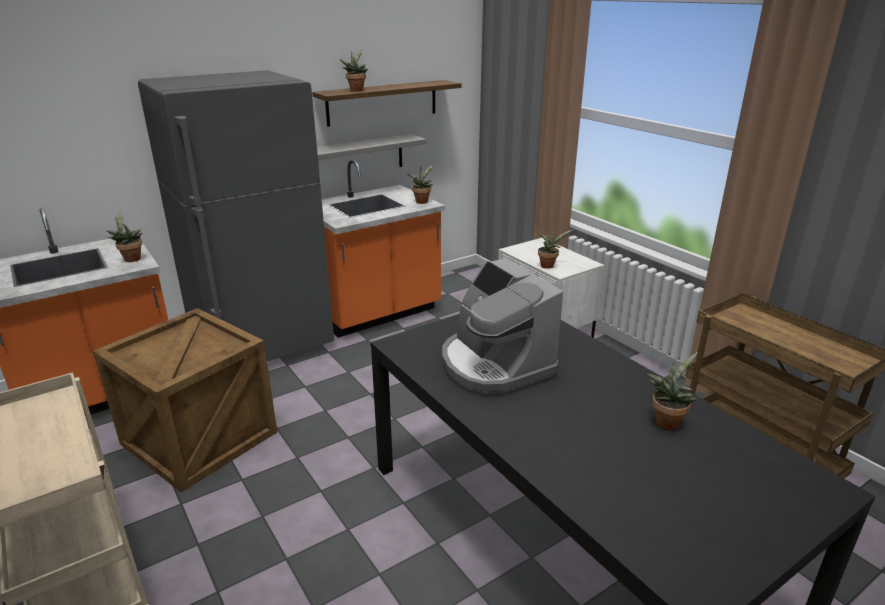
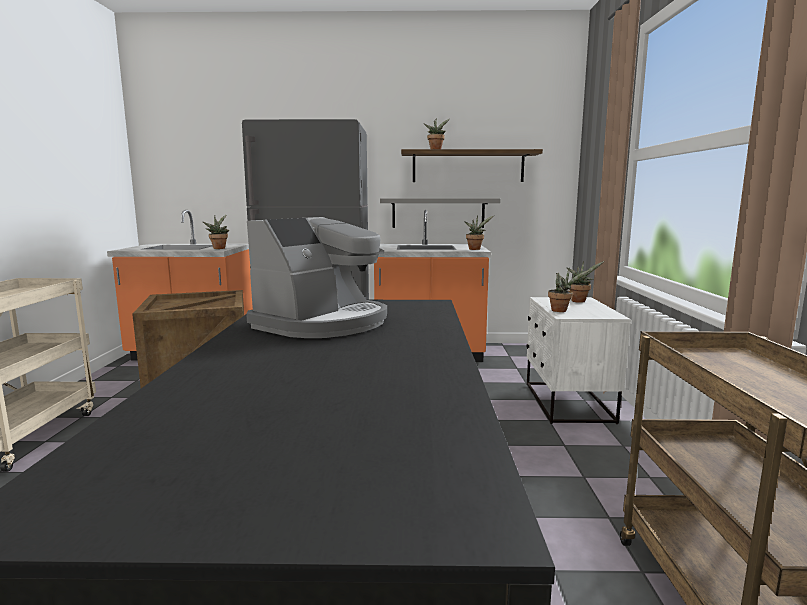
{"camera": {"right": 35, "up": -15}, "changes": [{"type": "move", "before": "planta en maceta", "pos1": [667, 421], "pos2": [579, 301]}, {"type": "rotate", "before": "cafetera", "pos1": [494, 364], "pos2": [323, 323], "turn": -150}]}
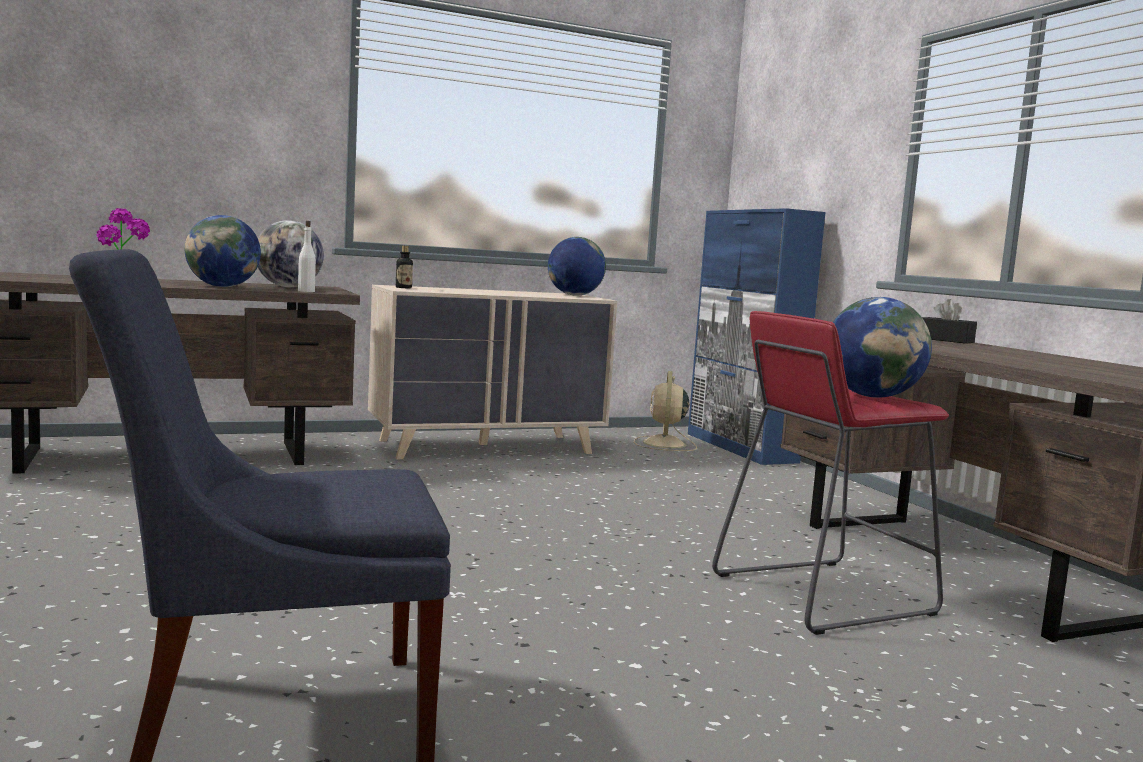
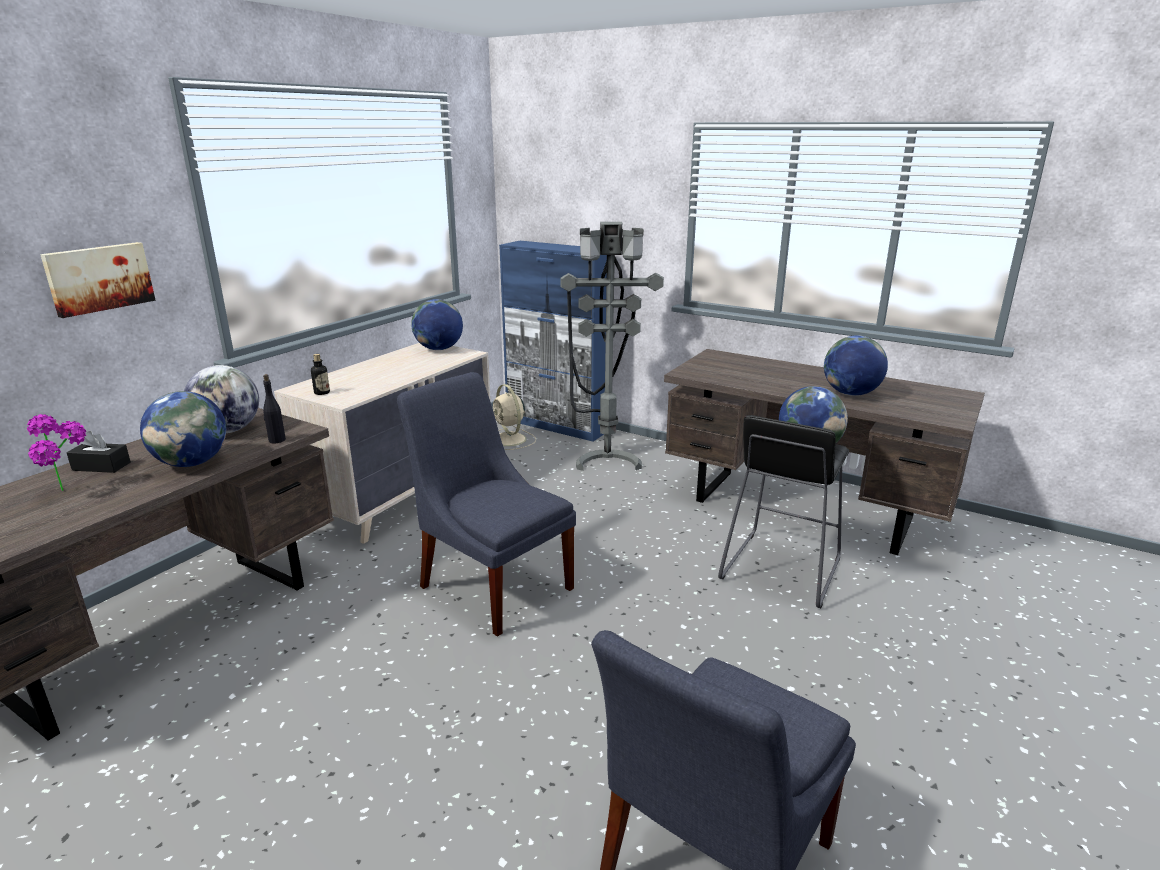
{"camera": {"right": -35, "up": 15}, "changes": [{"type": "insert", "after": "cuadro", "pos2": [99, 278]}, {"type": "insert", "after": "silla/azul", "pos2": [493, 583]}, {"type": "insert", "after": "lámpara de pie/gris", "pos2": [607, 457]}, {"type": "insert", "after": "globo terráqueo", "pos2": [850, 393]}, {"type": "move", "before": "caja de pañuelos/negro", "pos1": [945, 340], "pos2": [101, 466]}, {"type": "recolor", "before": "botella/blanco", "after": "botella/negro", "pos1": [306, 291], "pos2": [277, 440]}, {"type": "recolor", "before": "taburete/rojo", "after": "taburete/negro", "pos1": [822, 595], "pos2": [781, 569]}]}
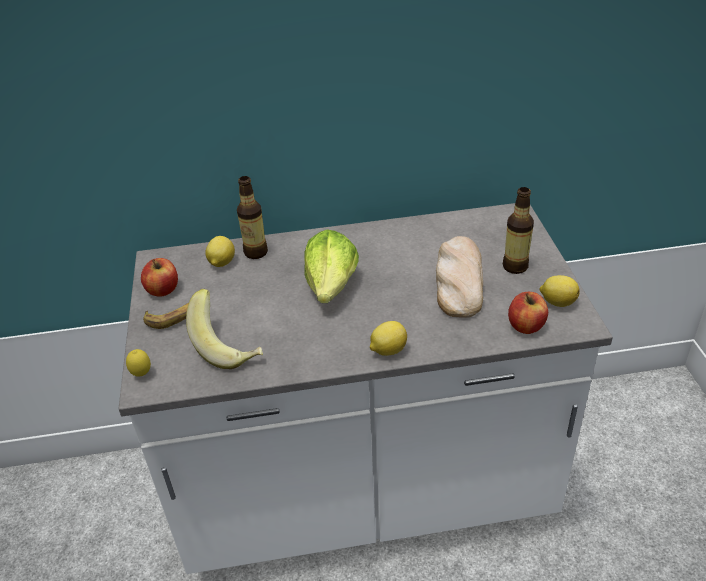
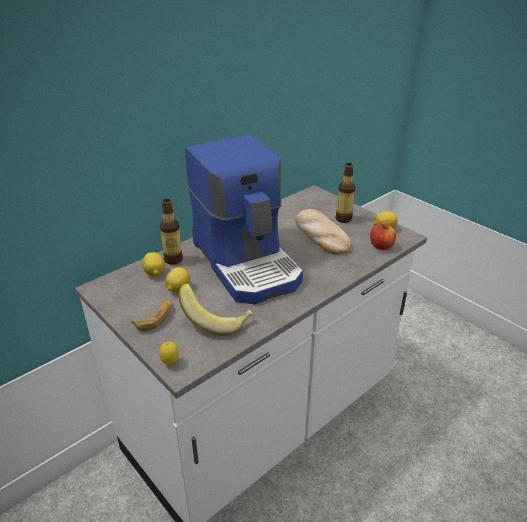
{"camera": {"right": -35, "up": -5}, "changes": [{"type": "delete", "before": "manzana", "pos1": [163, 290]}, {"type": "move", "before": "limón", "pos1": [388, 350], "pos2": [178, 289]}, {"type": "replace", "before": "lechuga", "after": "cafetera", "pos1": [331, 286], "pos2": [247, 262]}]}
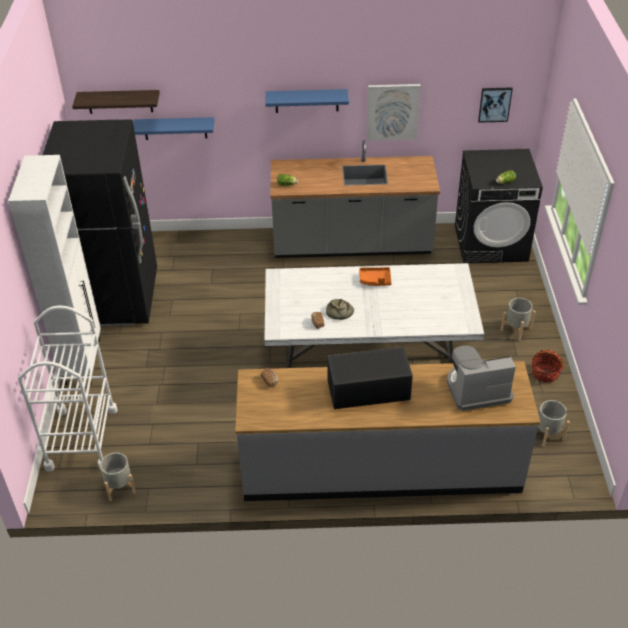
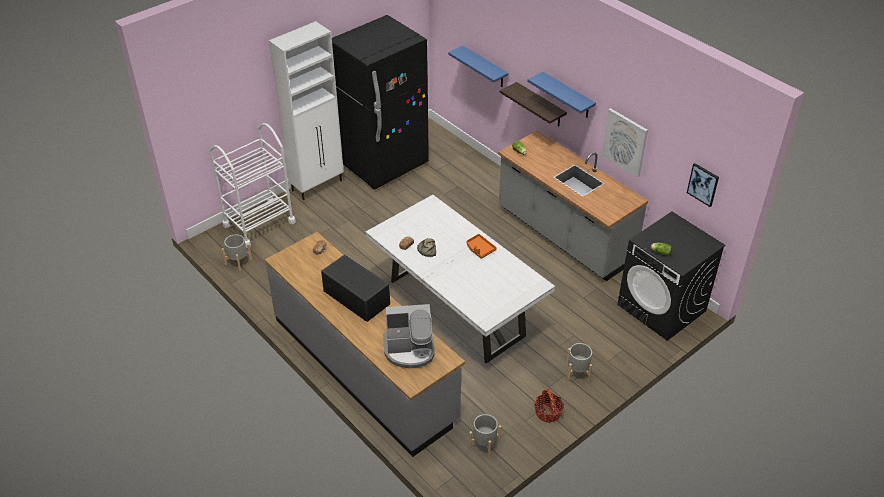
{"camera": {"right": 50, "up": 0}, "changes": [{"type": "move", "before": "estante", "pos1": [119, 101], "pos2": [540, 105]}, {"type": "rotate", "before": "cafetera", "pos1": [477, 389], "pos2": [409, 350], "turn": 135}]}
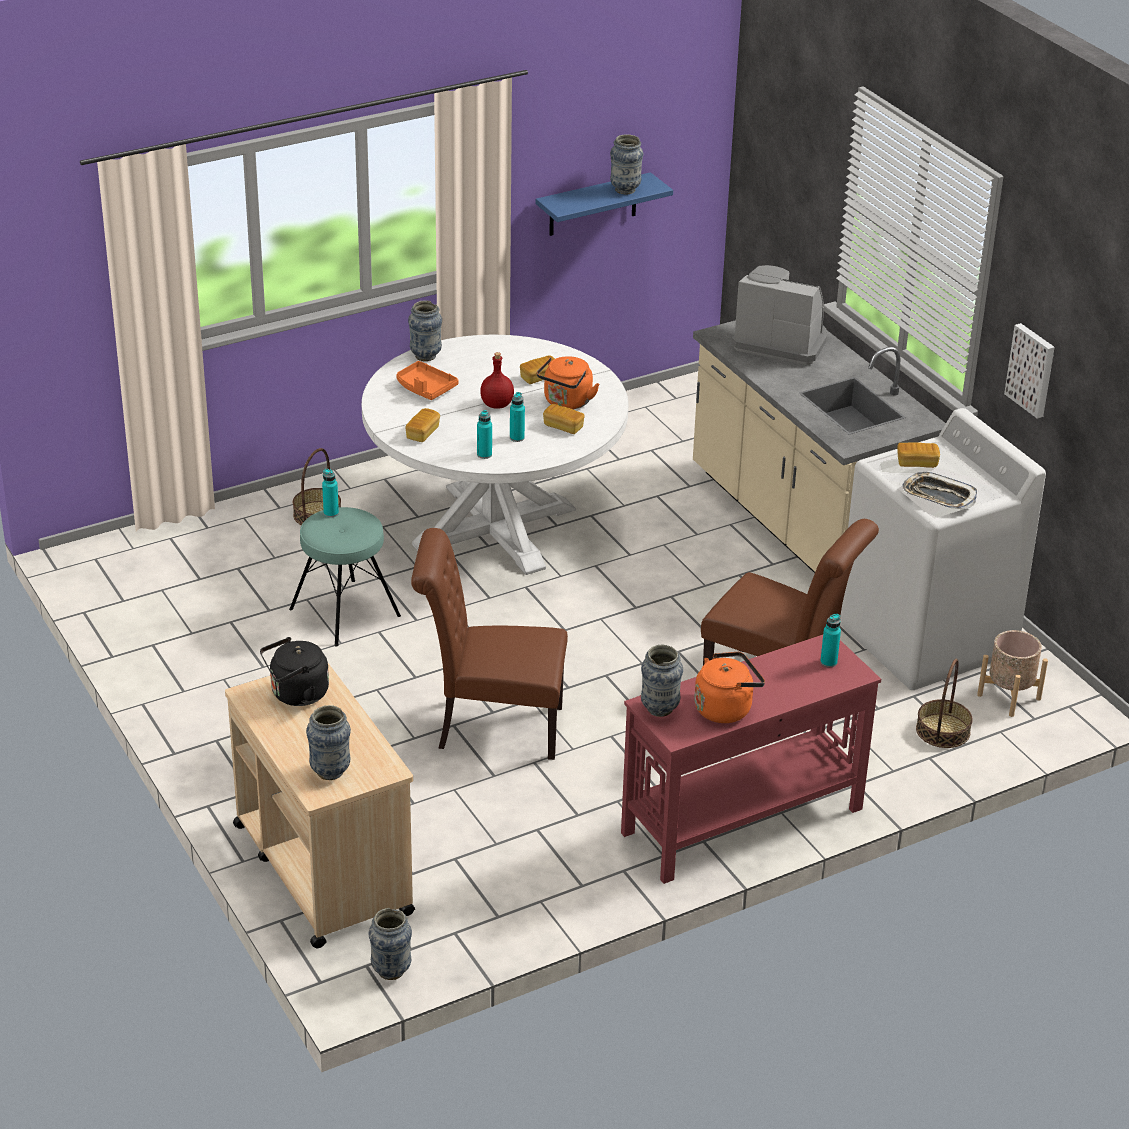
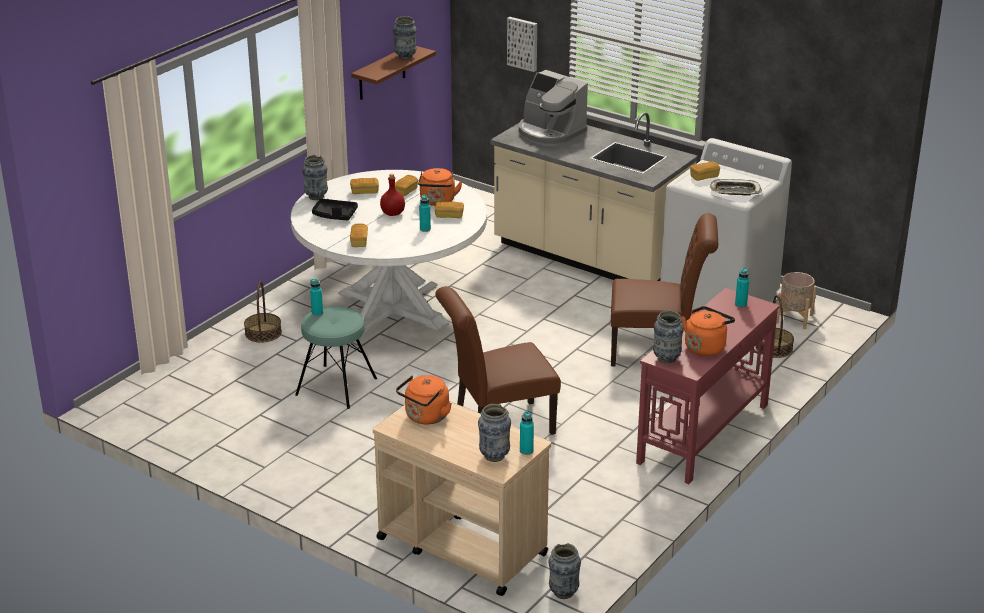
{"camera": {"right": -25, "up": -5}, "changes": [{"type": "insert", "after": "pan", "pos2": [364, 192]}, {"type": "move", "before": "botella/turquesa", "pos1": [484, 455], "pos2": [526, 451]}, {"type": "move", "before": "cuadro", "pos1": [1032, 369], "pos2": [523, 43]}, {"type": "recolor", "before": "hervidor/negro", "after": "hervidor/naranja", "pos1": [296, 694], "pos2": [425, 417]}, {"type": "recolor", "before": "bandeja/naranja", "after": "bandeja/negro", "pos1": [425, 388], "pos2": [334, 215]}, {"type": "recolor", "before": "estante/azul", "after": "estante/marrón", "pos1": [593, 205], "pos2": [382, 73]}, {"type": "rotate", "before": "cafetera", "pos1": [780, 341], "pos2": [550, 133], "turn": -135}]}
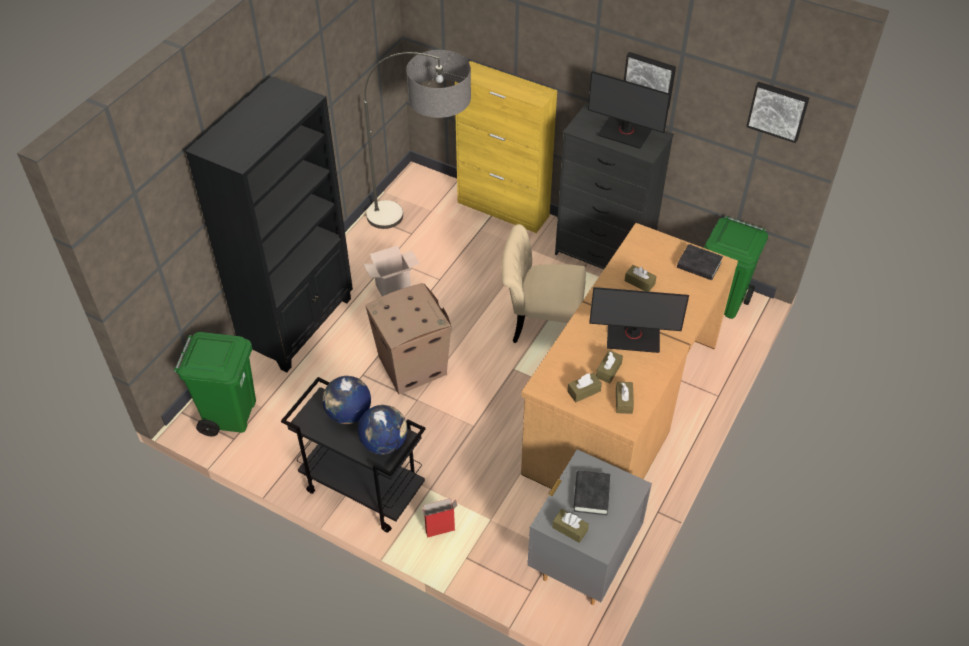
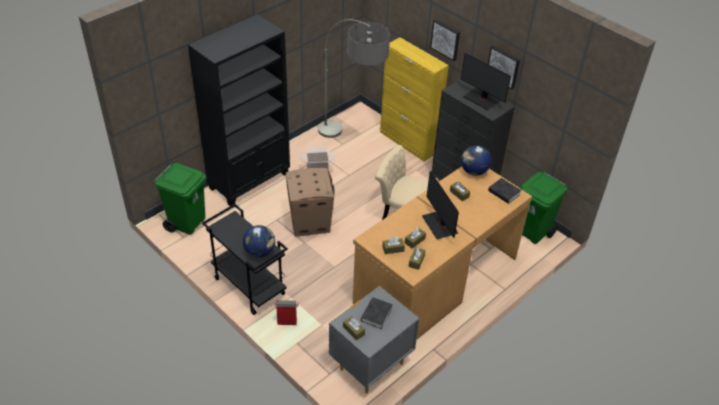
{"camera": {"right": 15, "up": -5}, "changes": [{"type": "move", "before": "globo terráqueo", "pos1": [348, 414], "pos2": [473, 171]}, {"type": "move", "before": "cuadro", "pos1": [778, 110], "pos2": [446, 39]}, {"type": "rotate", "before": "monitor", "pos1": [633, 337], "pos2": [440, 225], "turn": 45}]}
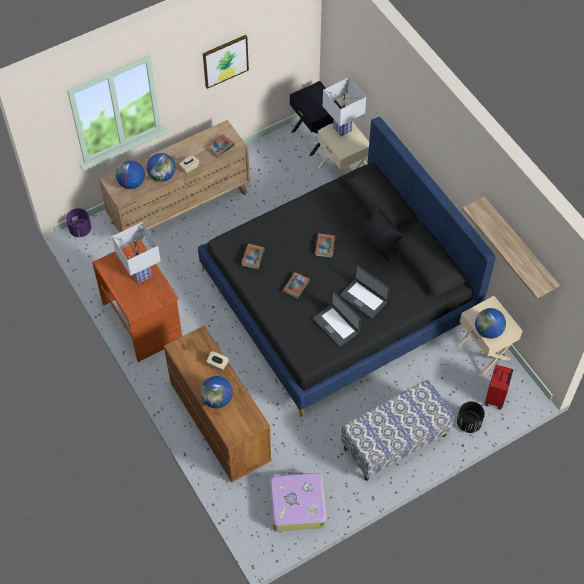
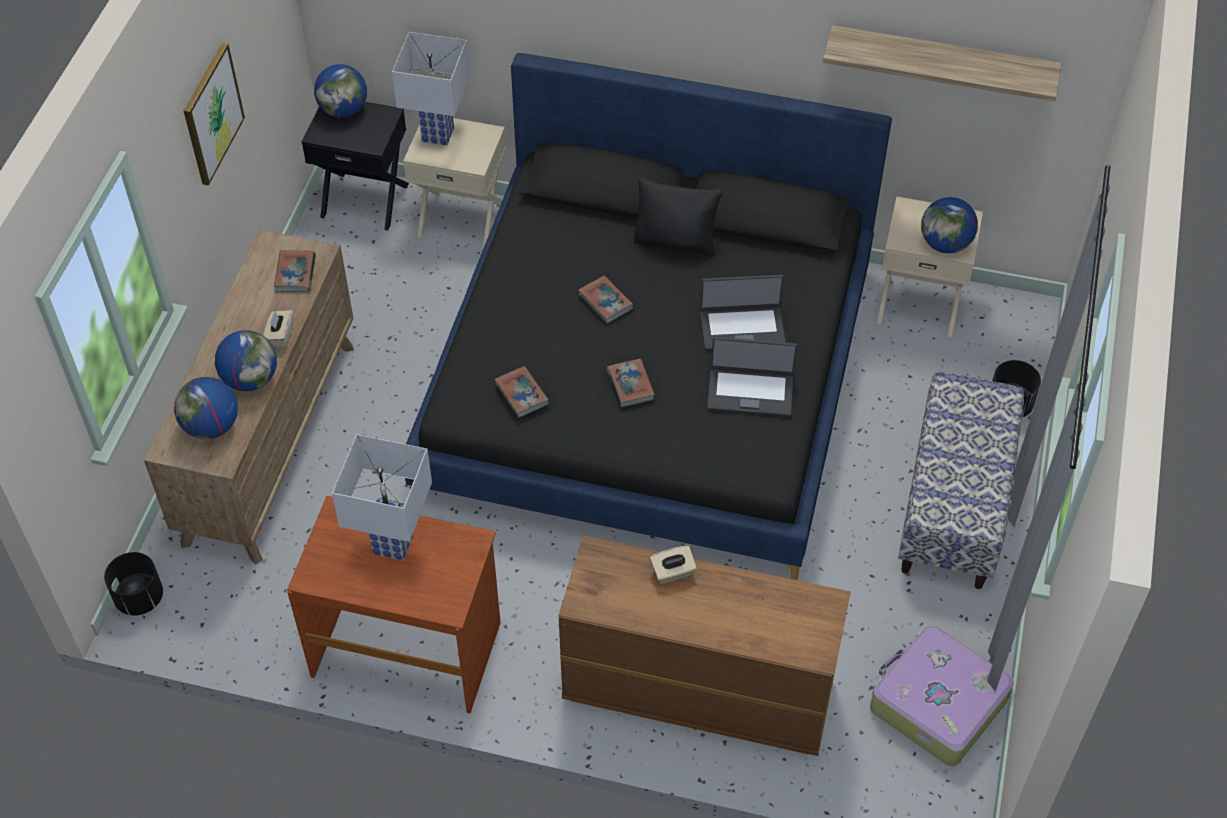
{"camera": {"right": -45, "up": -5}, "changes": [{"type": "delete", "before": "maleta/rojo", "pos1": [496, 397]}, {"type": "move", "before": "globo terráqueo", "pos1": [217, 399], "pos2": [344, 110]}, {"type": "recolor", "before": "maceta/morado", "after": "maceta/negro", "pos1": [80, 230], "pos2": [139, 598]}]}
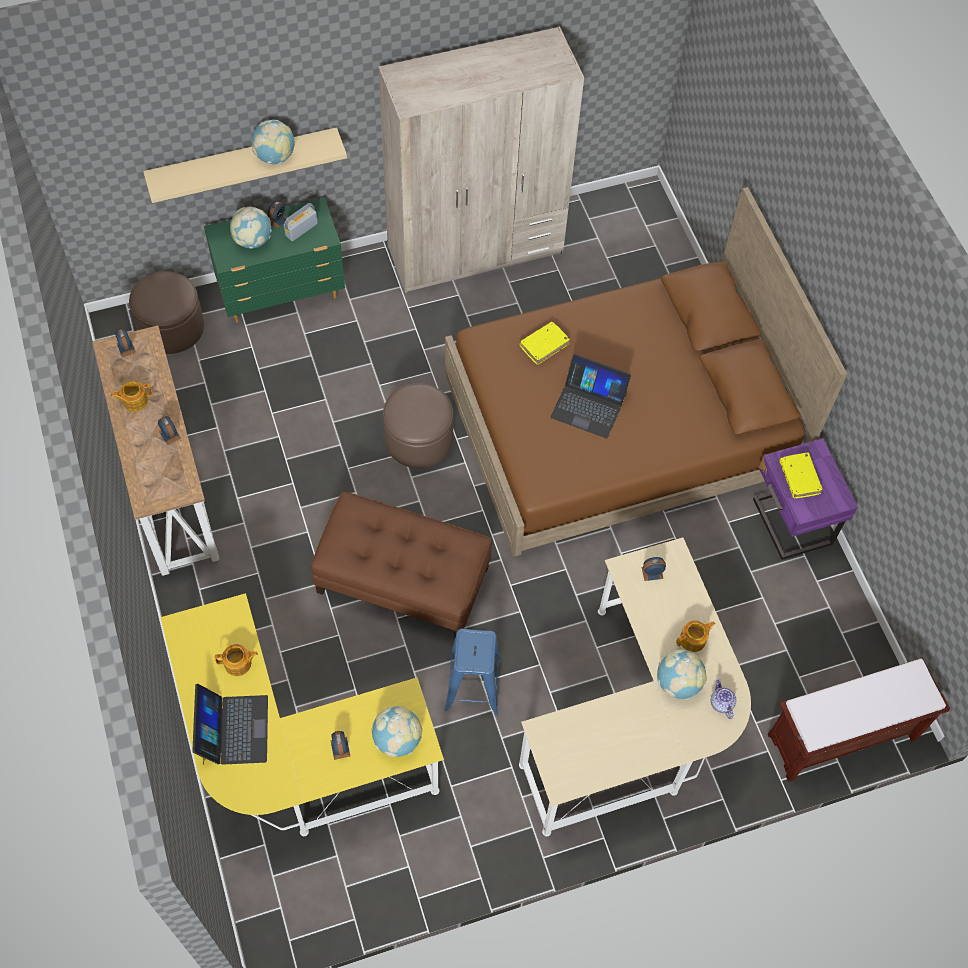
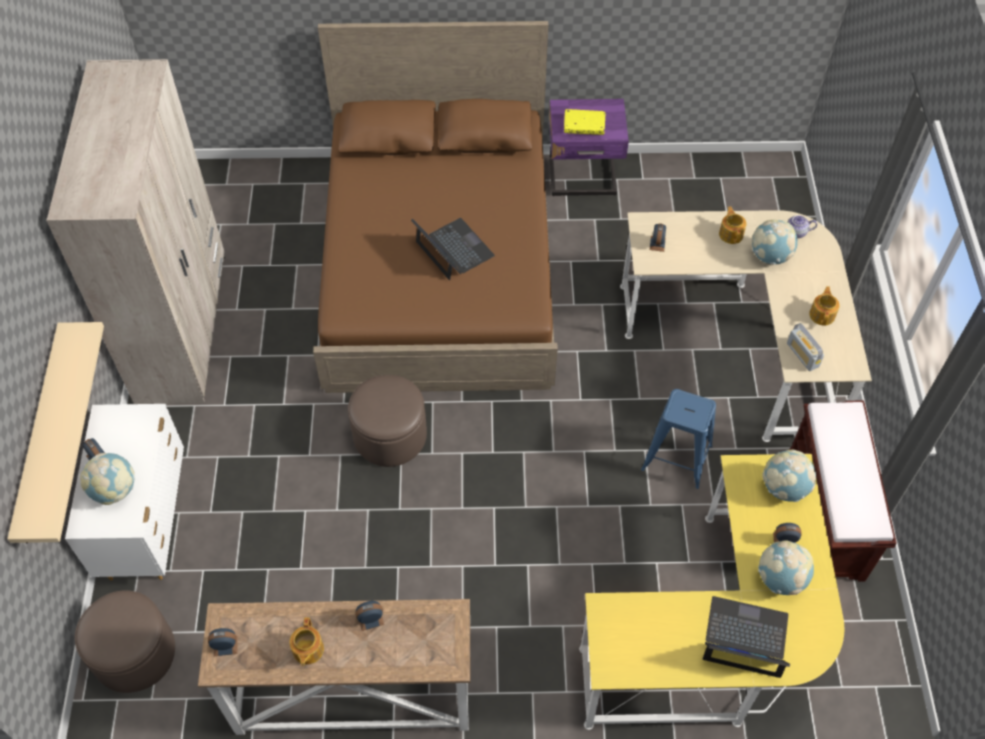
{"camera": {"right": -70, "up": -5}, "changes": [{"type": "delete", "before": "puf/marrón", "pos1": [402, 580]}, {"type": "delete", "before": "libro/amarillo", "pos1": [544, 345]}, {"type": "move", "before": "tetera", "pos1": [238, 664], "pos2": [822, 314]}, {"type": "move", "before": "globo terráqueo", "pos1": [275, 157], "pos2": [780, 579]}, {"type": "move", "before": "radio", "pos1": [301, 229], "pos2": [802, 355]}, {"type": "move", "before": "banco/marrón", "pos1": [841, 738], "pos2": [826, 516]}, {"type": "recolor", "before": "cómoda/verde", "after": "cómoda/blanco", "pos1": [282, 294], "pos2": [147, 522]}, {"type": "rotate", "before": "portátil", "pos1": [588, 405], "pos2": [453, 249], "turn": -75}]}
